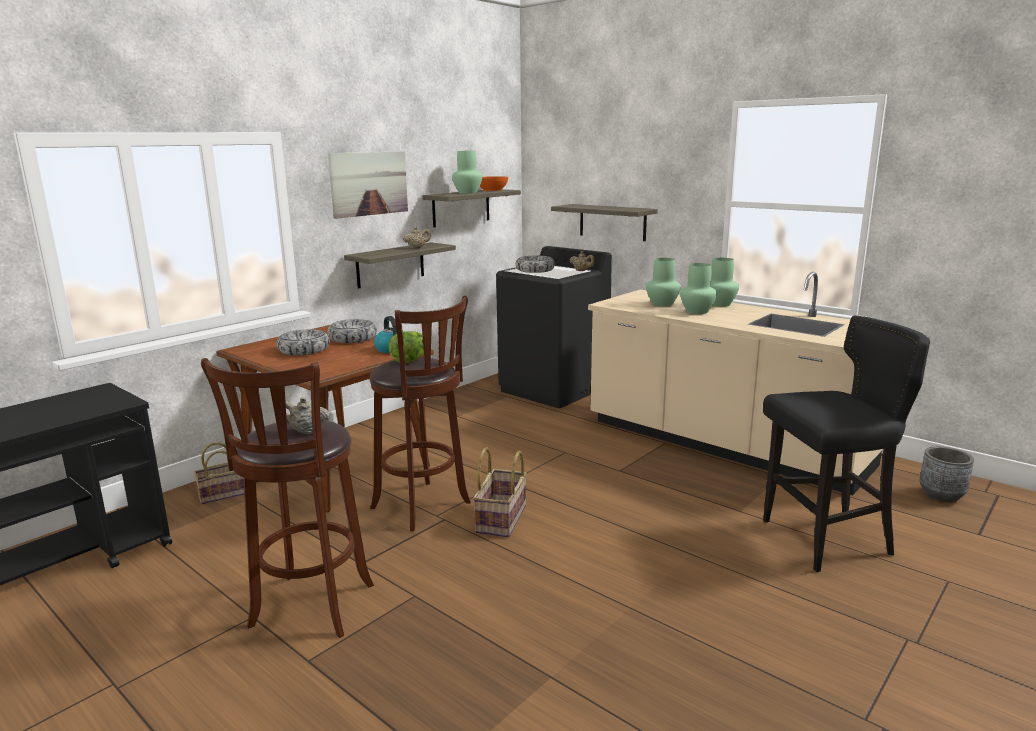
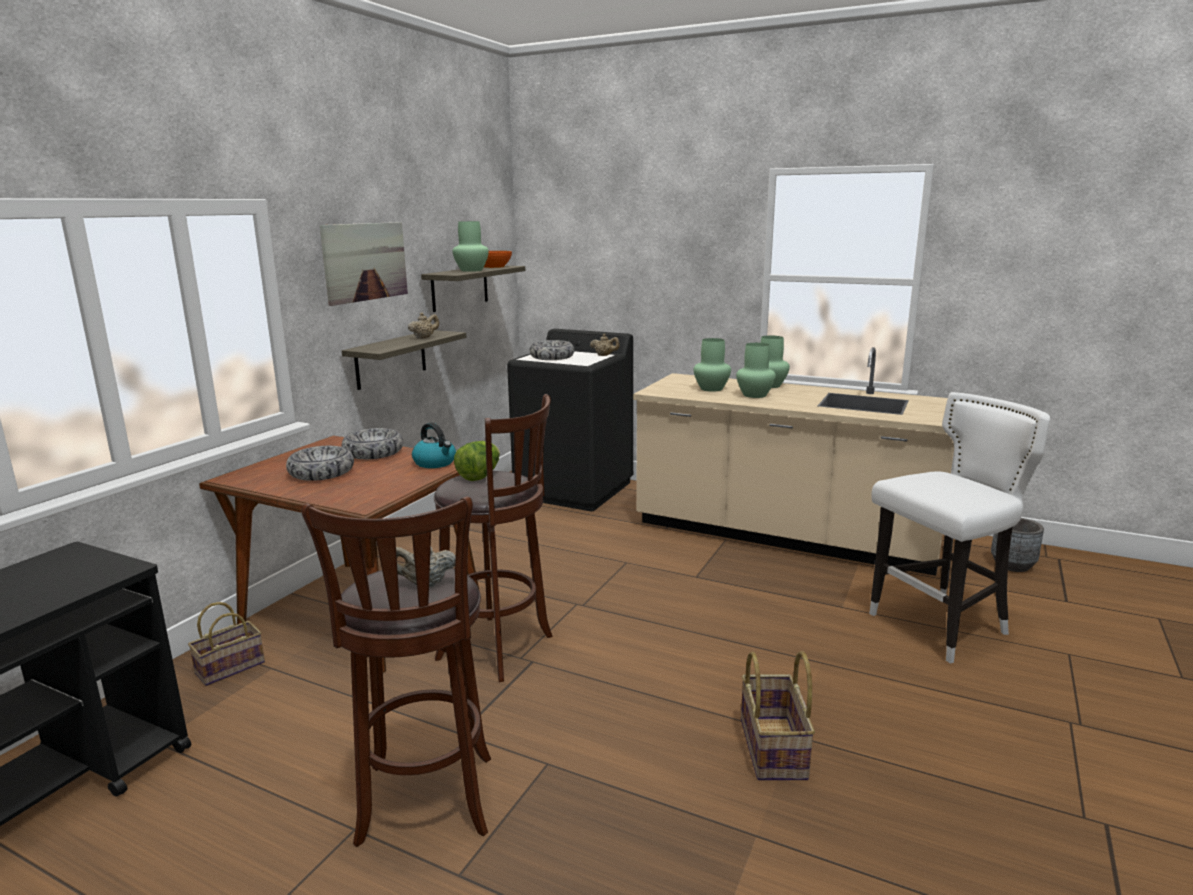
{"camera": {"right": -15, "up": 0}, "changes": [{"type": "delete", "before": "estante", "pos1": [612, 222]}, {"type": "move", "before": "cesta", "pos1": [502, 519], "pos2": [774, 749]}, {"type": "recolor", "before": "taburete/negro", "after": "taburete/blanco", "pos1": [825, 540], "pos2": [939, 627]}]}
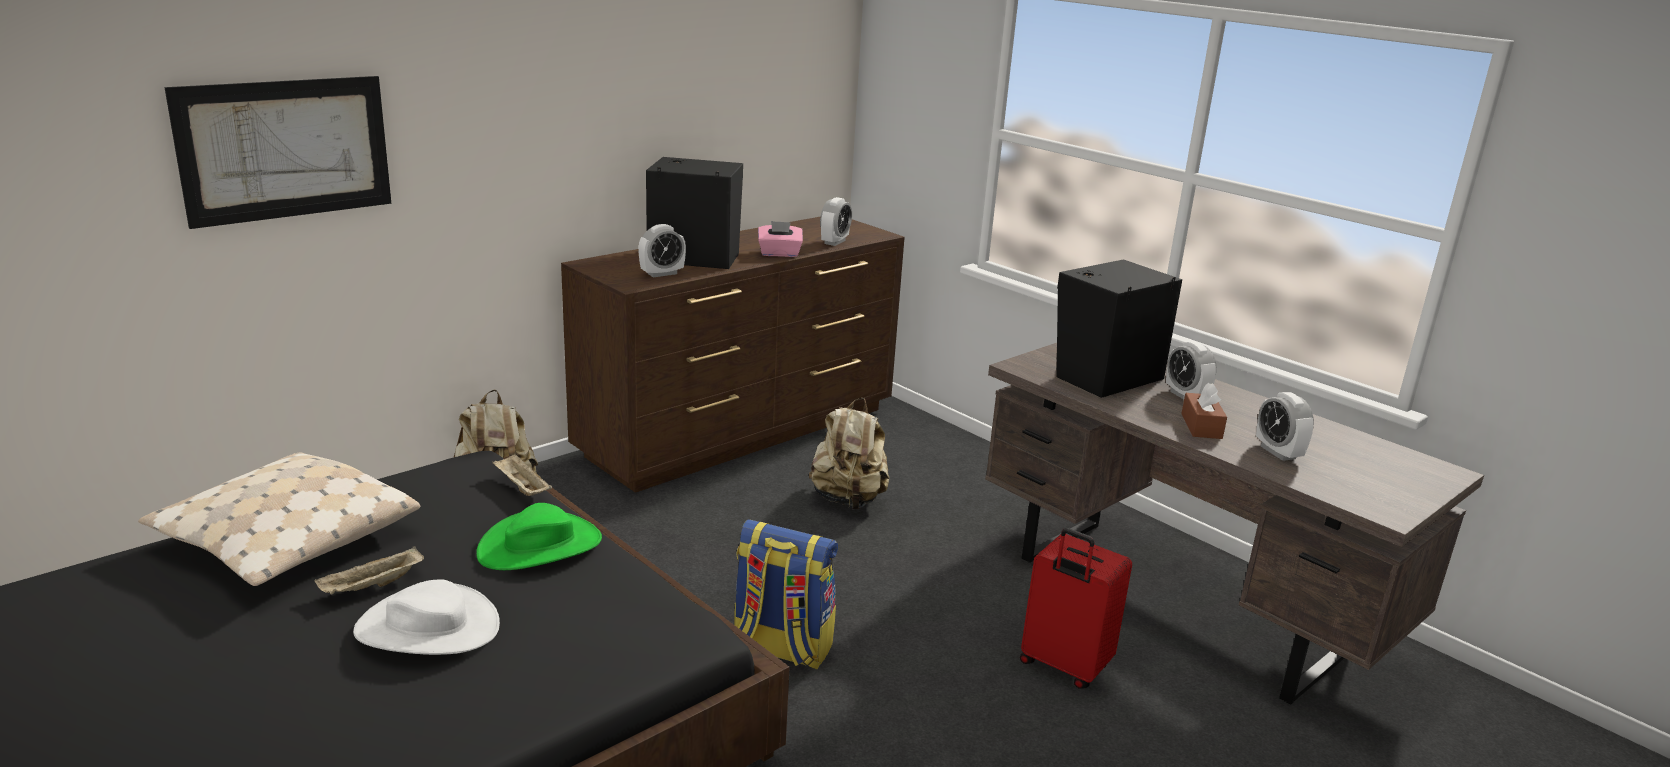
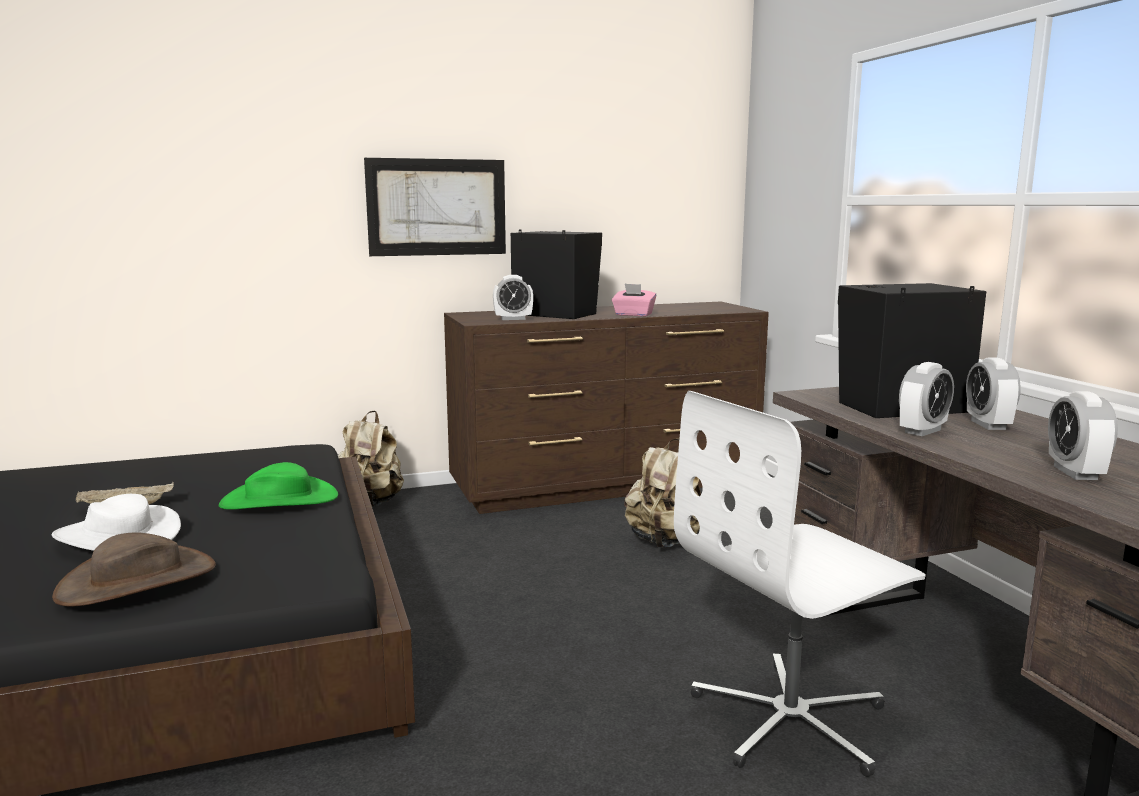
{"camera": {"right": 25, "up": -10}, "changes": [{"type": "delete", "before": "cojín/beis", "pos1": [285, 541]}, {"type": "delete", "before": "bandeja/beis", "pos1": [521, 487]}, {"type": "delete", "before": "mochila", "pos1": [781, 648]}, {"type": "delete", "before": "caja de pañuelos/marrón", "pos1": [1201, 426]}, {"type": "insert", "after": "sombrero/marrón", "pos2": [137, 580]}, {"type": "move", "before": "cuadro", "pos1": [286, 149], "pos2": [437, 207]}, {"type": "move", "before": "despertador", "pos1": [834, 242], "pos2": [922, 431]}, {"type": "replace", "before": "maleta/rojo", "after": "silla de oficina/blanco", "pos1": [1063, 667], "pos2": [791, 720]}]}
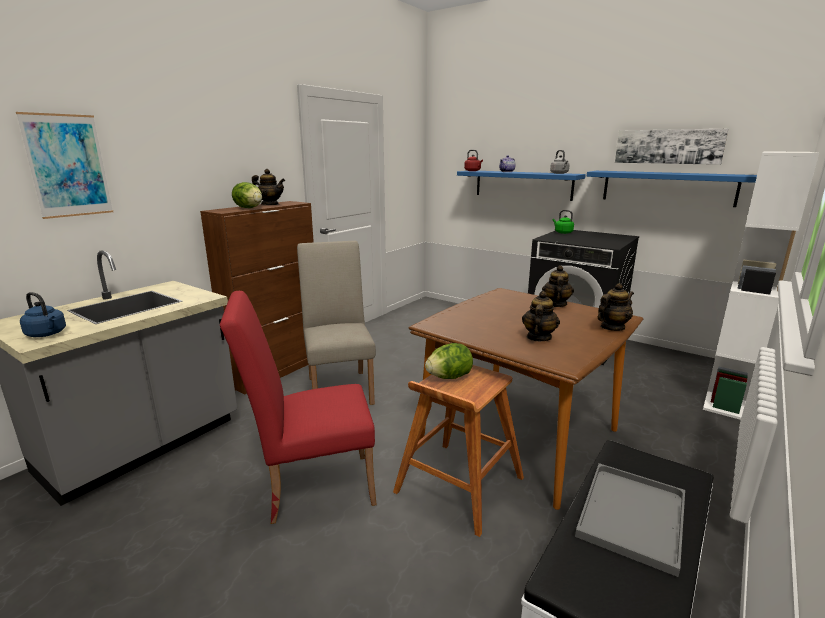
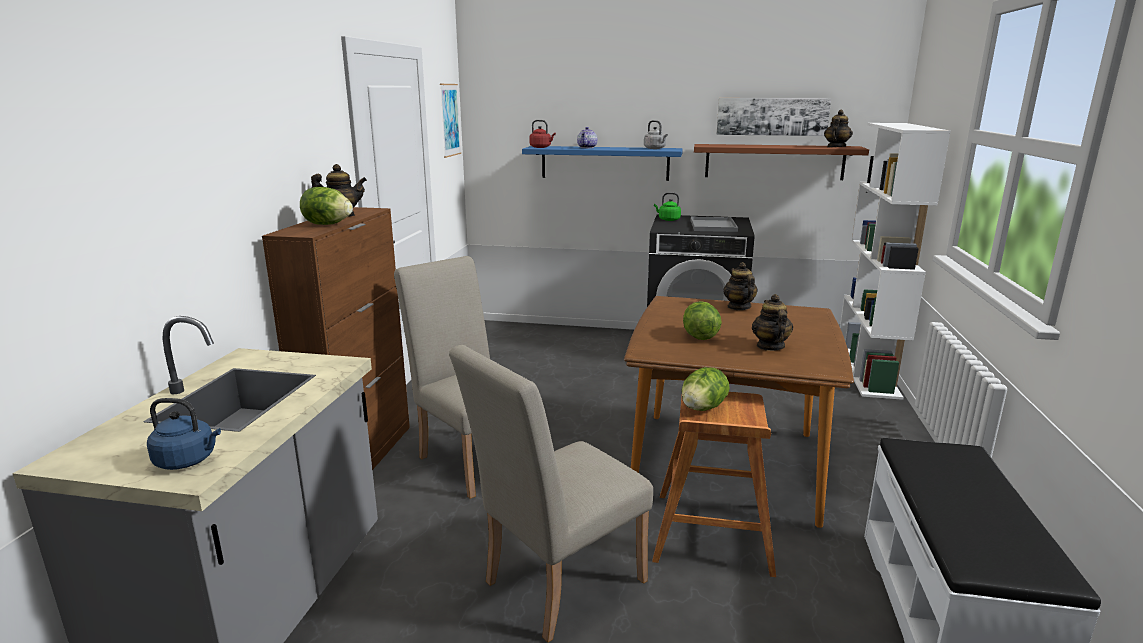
{"camera": {"right": -25, "up": 0}, "changes": [{"type": "insert", "after": "lechuga", "pos2": [699, 336]}, {"type": "move", "before": "cuadro", "pos1": [68, 166], "pos2": [450, 120]}, {"type": "move", "before": "bandeja/gris", "pos1": [631, 513], "pos2": [712, 225]}, {"type": "move", "before": "tetera", "pos1": [612, 327], "pos2": [836, 147]}, {"type": "recolor", "before": "silla/rojo", "after": "silla/beis", "pos1": [311, 487], "pos2": [555, 586]}, {"type": "recolor", "before": "estante/azul", "after": "estante/marrón", "pos1": [667, 187], "pos2": [774, 161]}]}
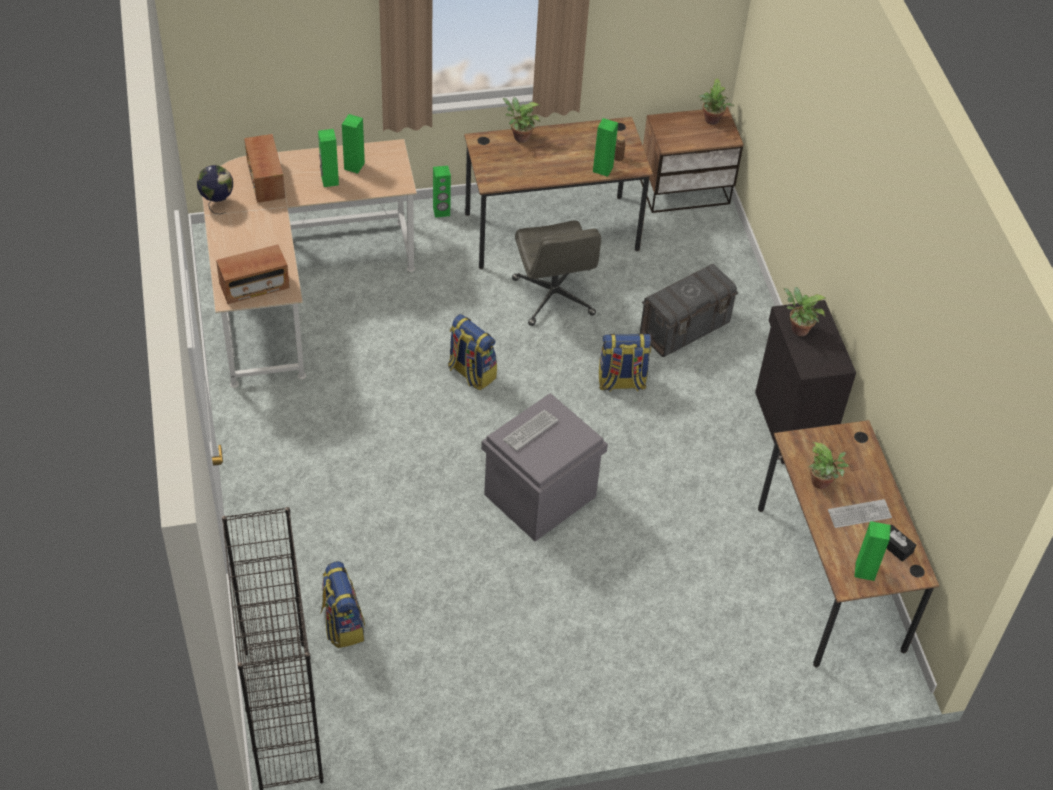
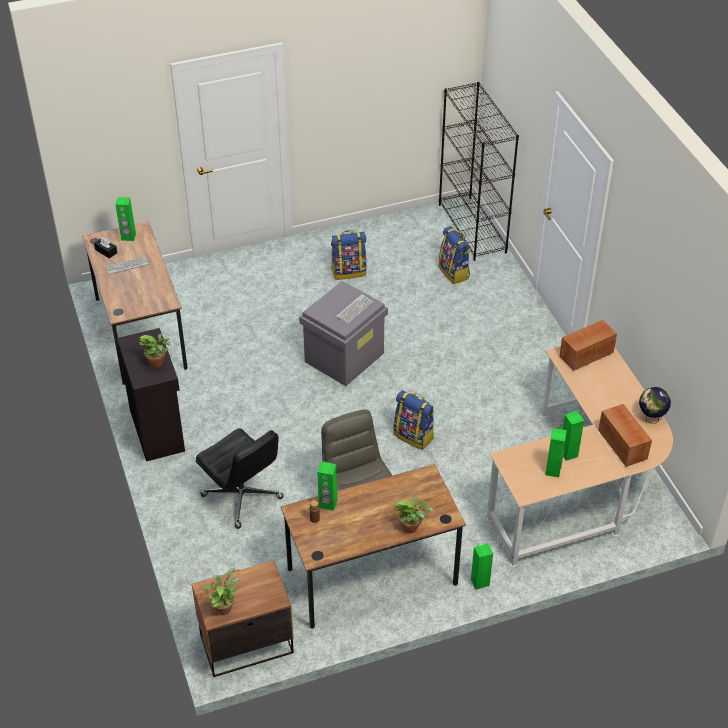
{"camera": {"right": 175, "up": -5}, "changes": [{"type": "delete", "before": "planta en maceta", "pos1": [822, 483]}, {"type": "move", "before": "mochila", "pos1": [621, 382], "pos2": [349, 271]}, {"type": "replace", "before": "caja de almacenaje/gris", "after": "silla de oficina/negro", "pos1": [685, 329], "pos2": [243, 497]}]}
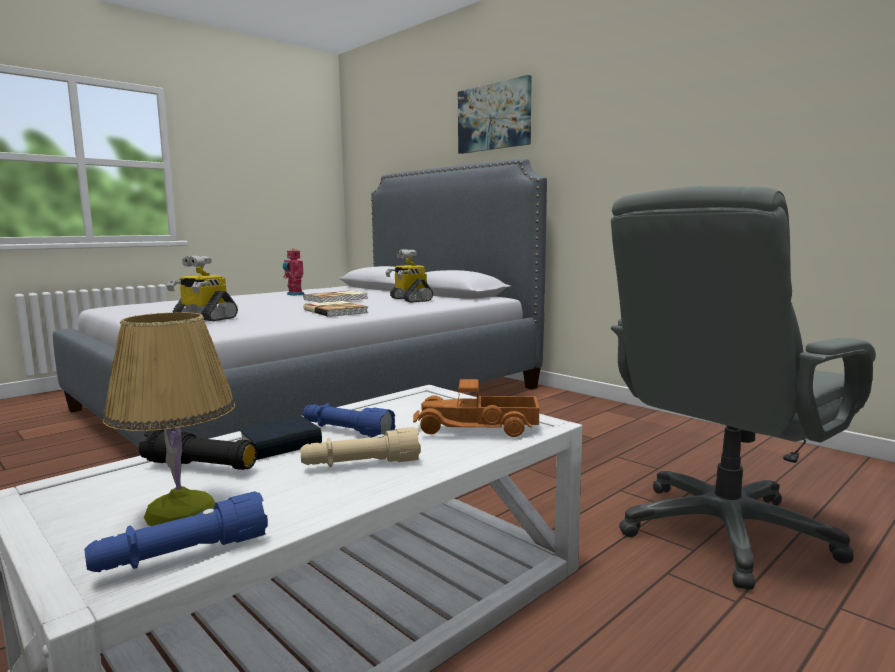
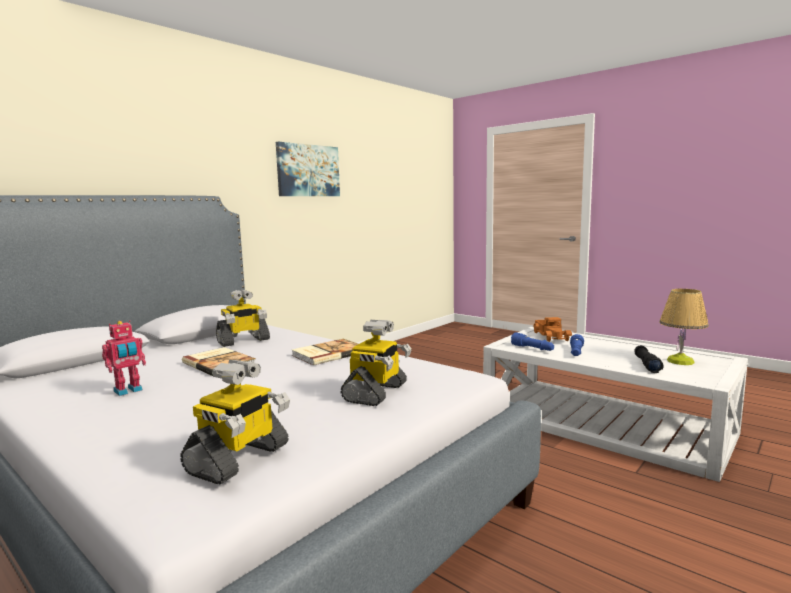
{"camera": {"right": -95, "up": 0}, "changes": [{"type": "delete", "before": "libro", "pos1": [280, 445]}, {"type": "delete", "before": "linterna/beis", "pos1": [361, 465]}, {"type": "delete", "before": "silla de oficina/gris", "pos1": [724, 532]}, {"type": "insert", "after": "robot de juguete", "pos2": [239, 459]}, {"type": "move", "before": "linterna/azul", "pos1": [181, 555], "pos2": [532, 349]}, {"type": "move", "before": "cuadro", "pos1": [494, 117], "pos2": [308, 170]}]}
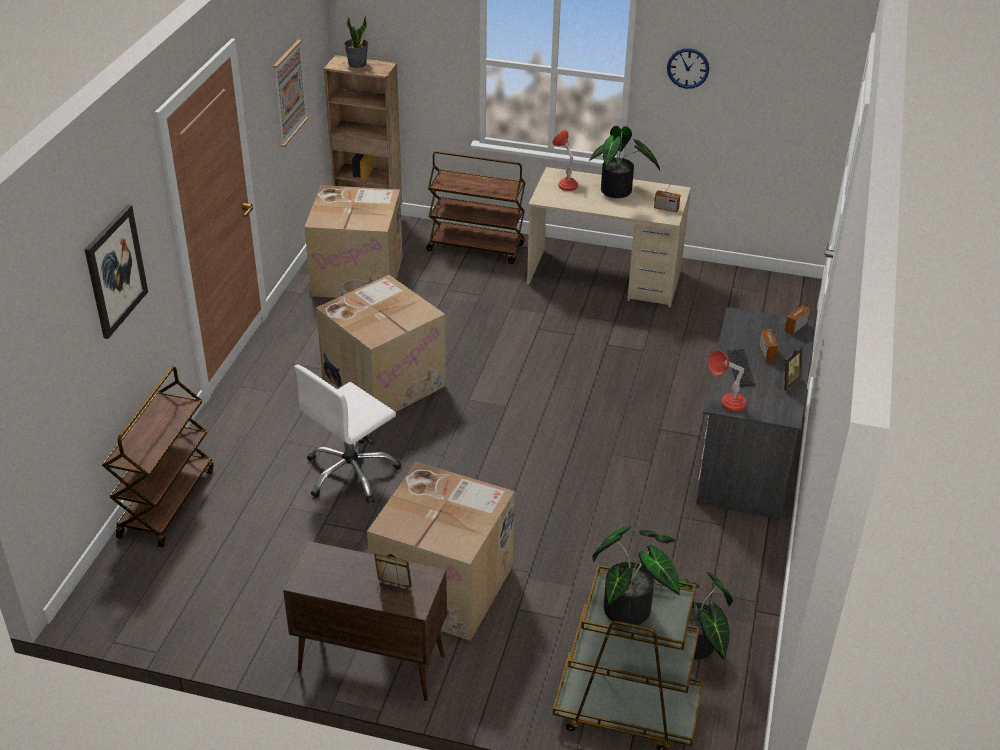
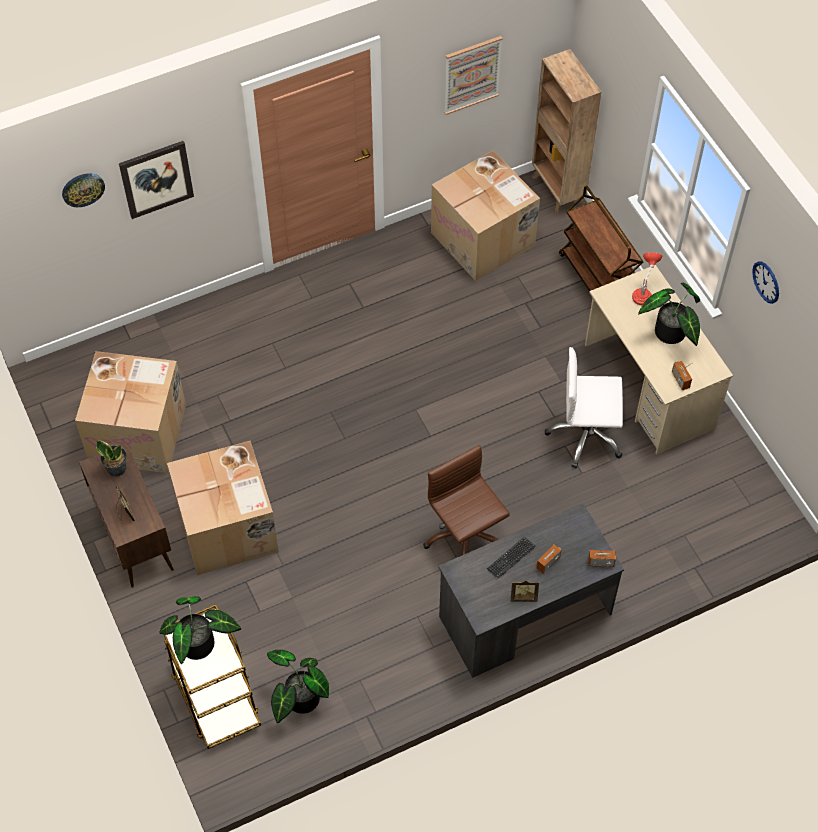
{"camera": {"right": 50, "up": 20}, "changes": [{"type": "delete", "before": "carrito/marrón", "pos1": [166, 502]}, {"type": "delete", "before": "lámpara de mesa/rojo", "pos1": [726, 405]}, {"type": "insert", "after": "reloj de pared", "pos2": [83, 189]}, {"type": "insert", "after": "silla de oficina/marrón", "pos2": [465, 537]}, {"type": "move", "before": "silla de oficina/blanco", "pos1": [351, 473], "pos2": [586, 435]}, {"type": "move", "before": "caja de cartón", "pos1": [384, 381], "pos2": [139, 433]}, {"type": "move", "before": "planta en maceta", "pos1": [357, 64], "pos2": [117, 468]}]}
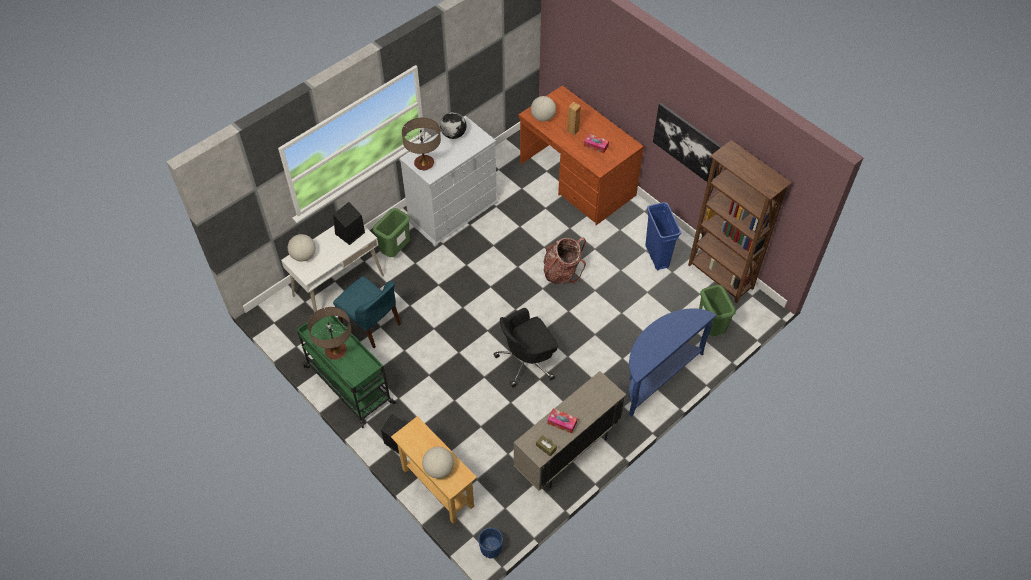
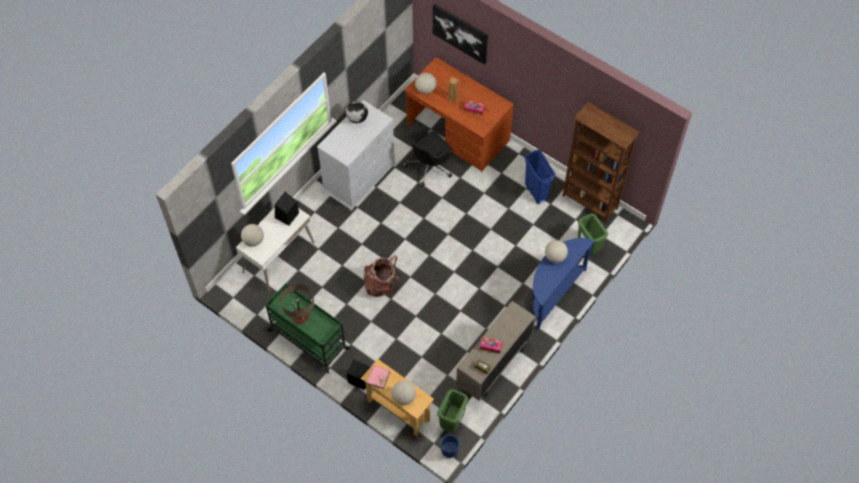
{"camera": {"right": -10, "up": 5}, "changes": [{"type": "delete", "before": "silla/azul", "pos1": [371, 324]}, {"type": "delete", "before": "lámpara de mesa", "pos1": [424, 164]}, {"type": "insert", "after": "libro/rosa", "pos2": [378, 379]}, {"type": "insert", "after": "globo terráqueo", "pos2": [555, 257]}, {"type": "move", "before": "papelera/verde", "pos1": [395, 250], "pos2": [451, 421]}, {"type": "move", "before": "silla de oficina/negro", "pos1": [527, 361], "pos2": [429, 166]}, {"type": "move", "before": "mochila", "pos1": [562, 272], "pos2": [380, 284]}, {"type": "move", "before": "cuadro", "pos1": [687, 143], "pos2": [460, 33]}]}
